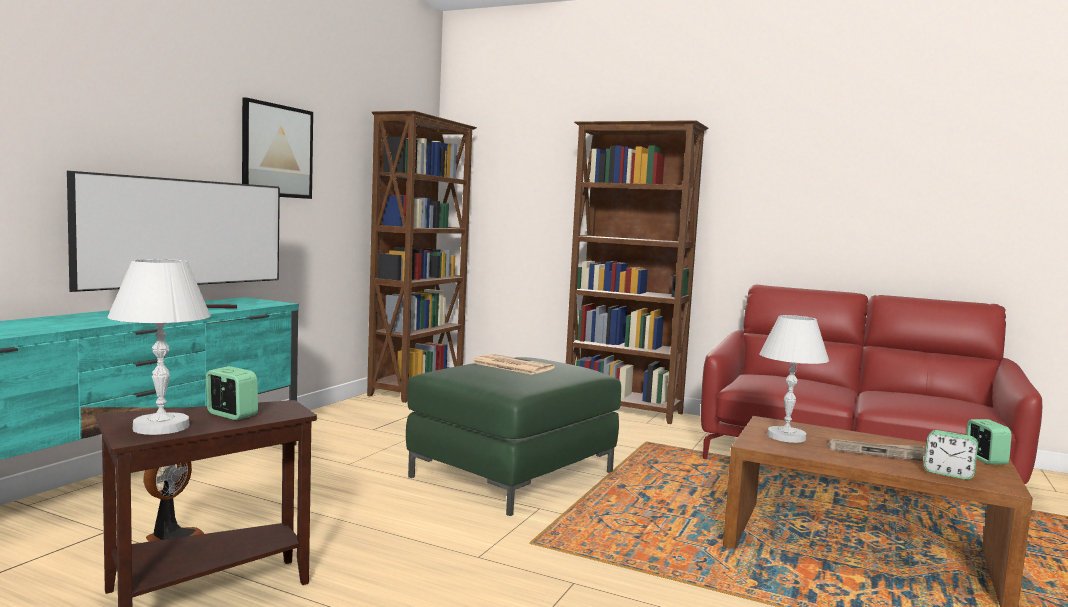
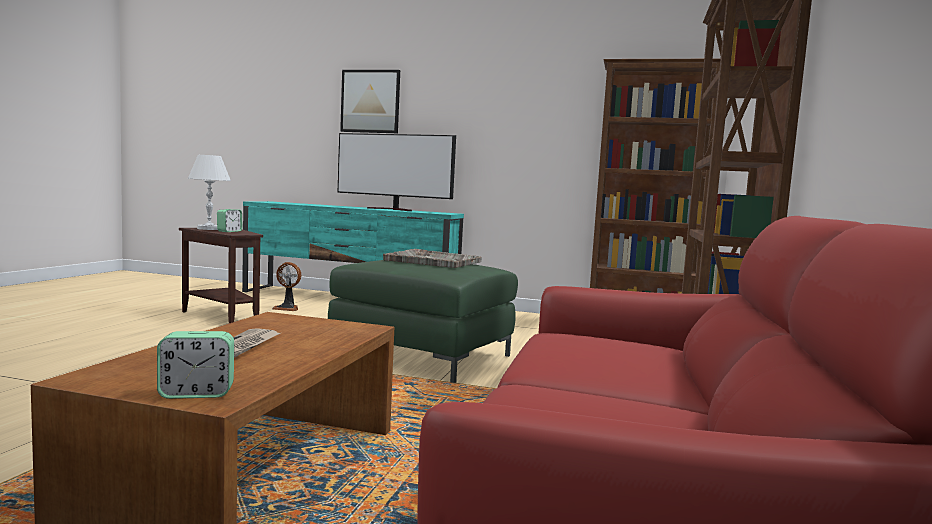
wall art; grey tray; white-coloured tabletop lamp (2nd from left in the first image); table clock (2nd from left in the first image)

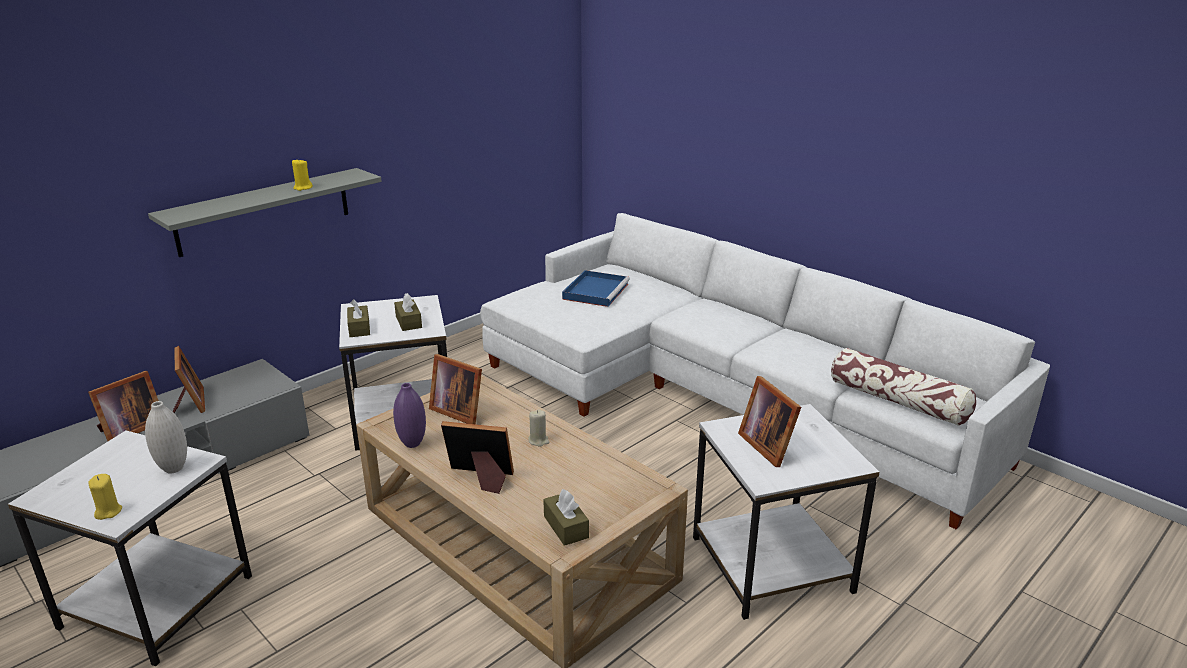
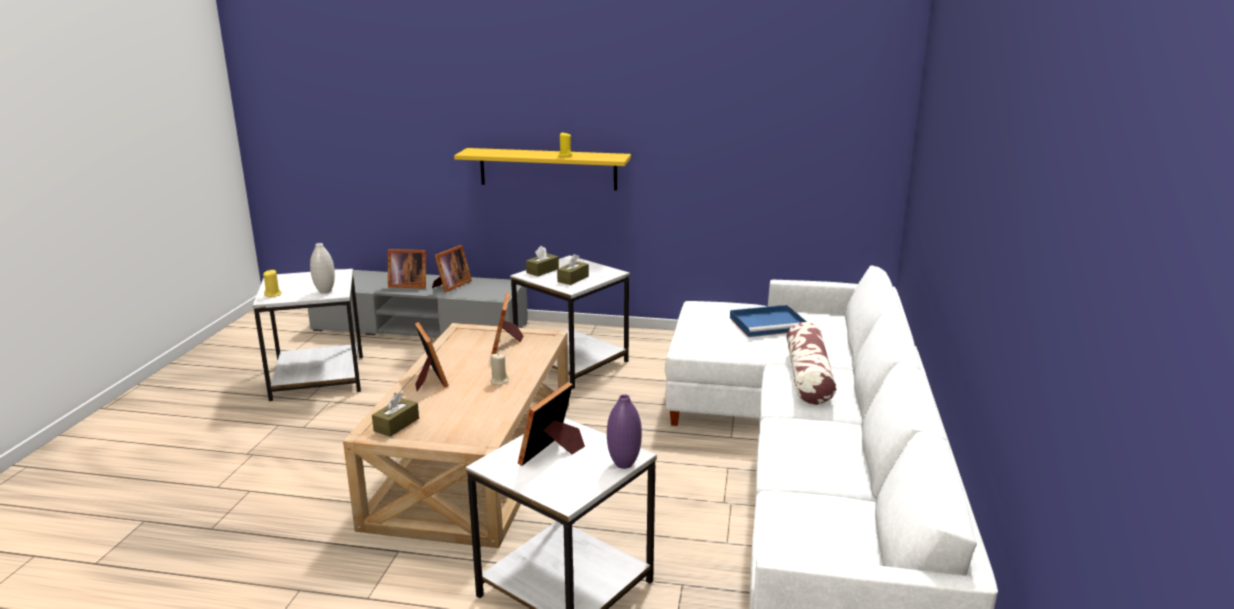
yellow-coloured shelf; purple flower vase; pillow

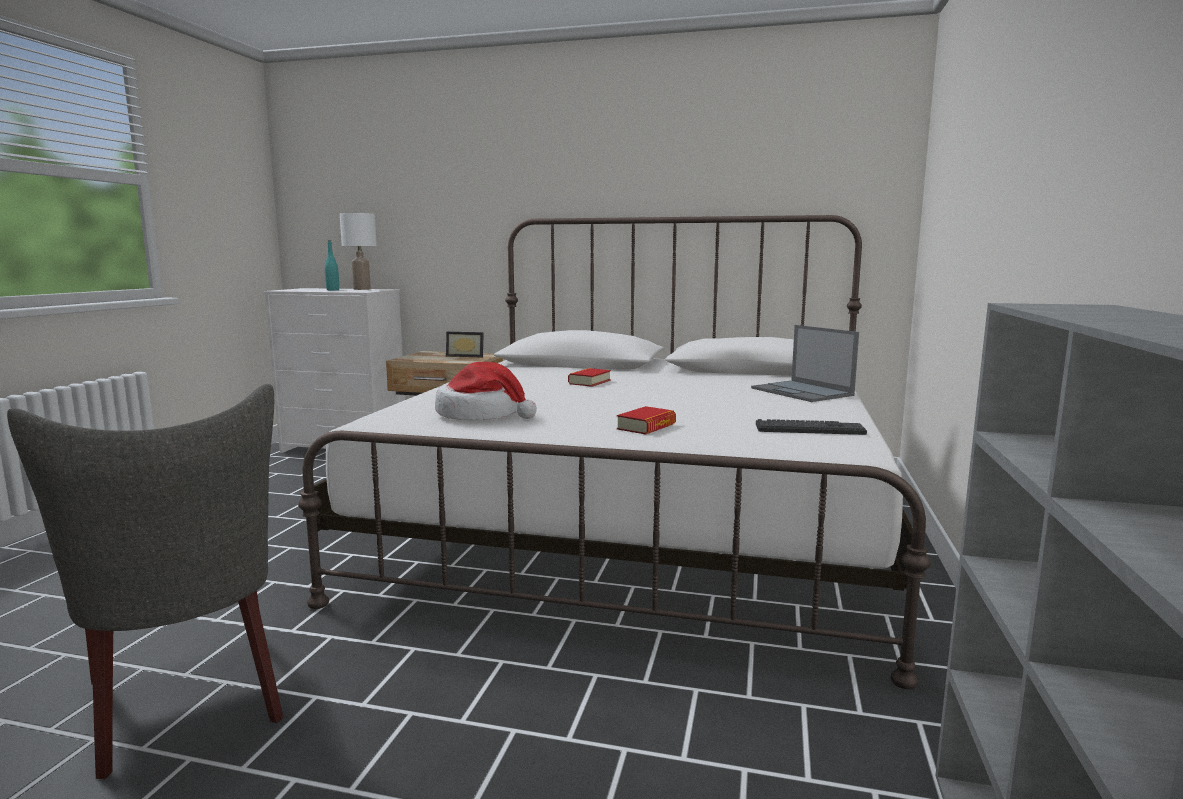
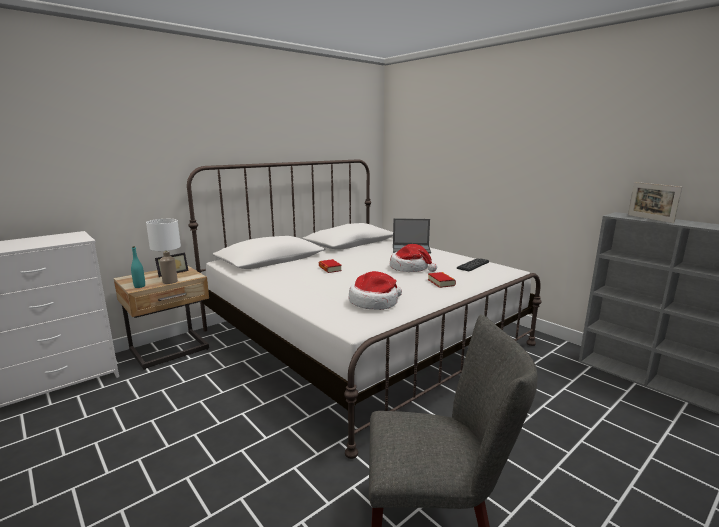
blue-green bottle; white-coloured tabletop lamp; hat (2nd from left); photo frame (2nd from left)

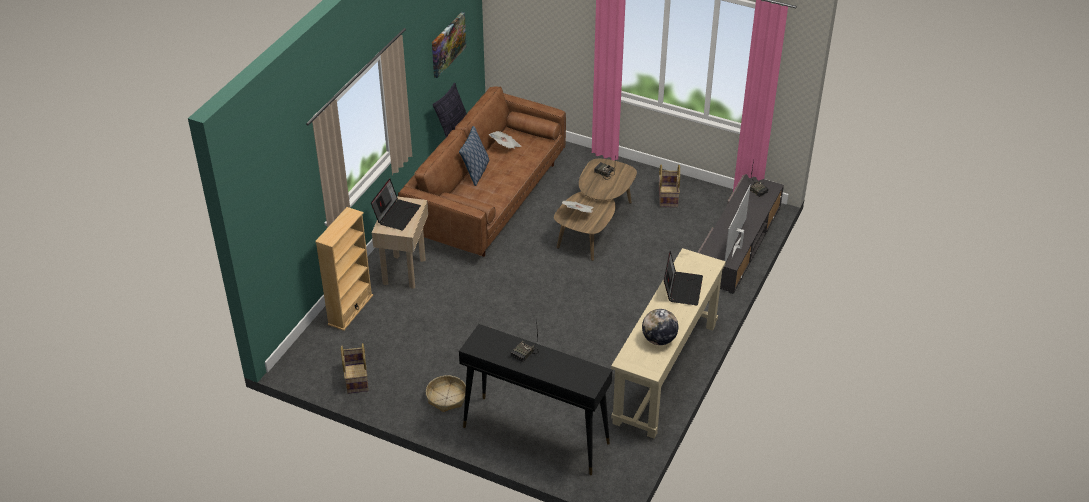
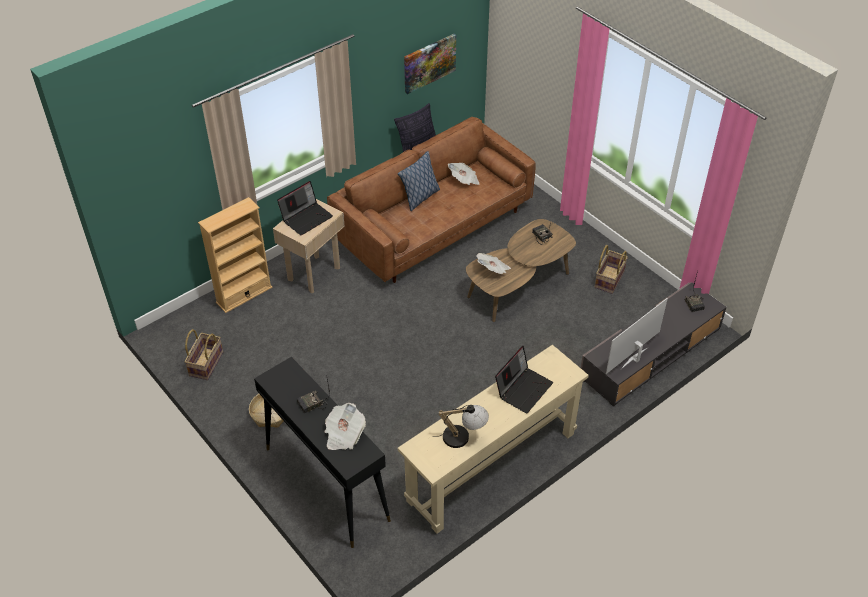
daily paper (1st from left); tabletop lamp

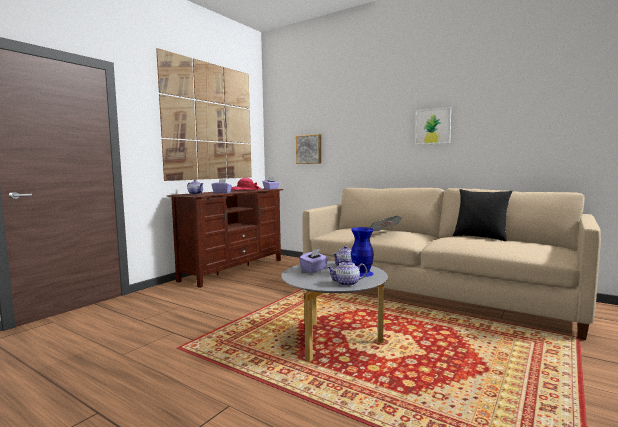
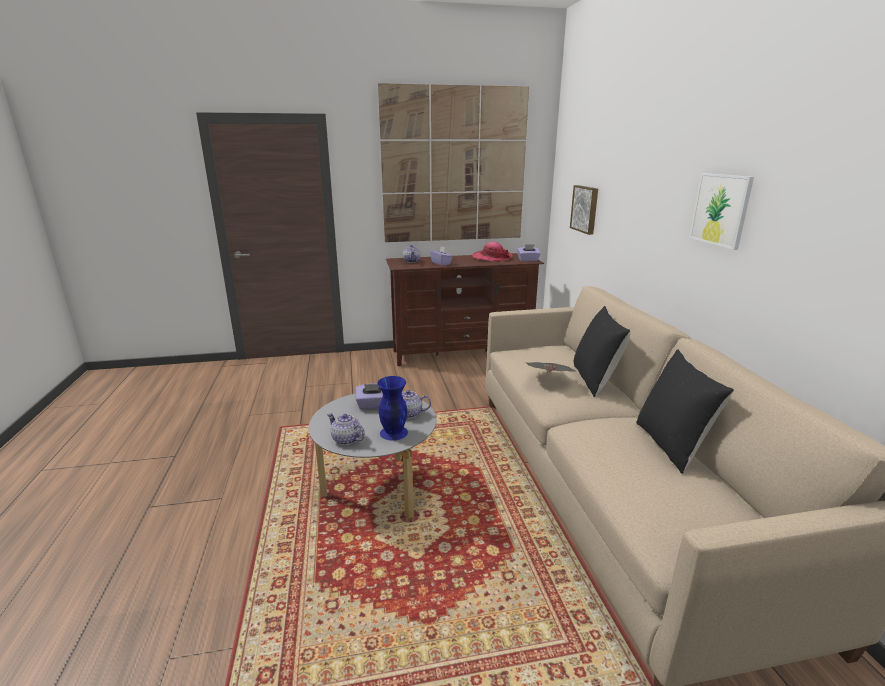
blackish pillow (1st from left)

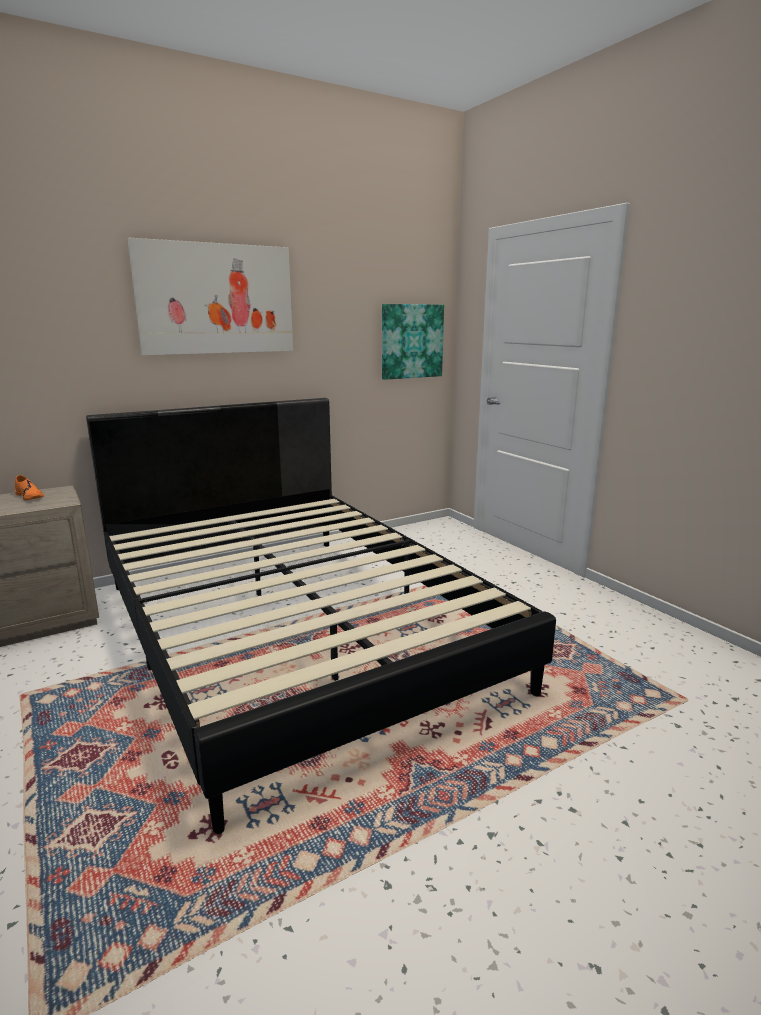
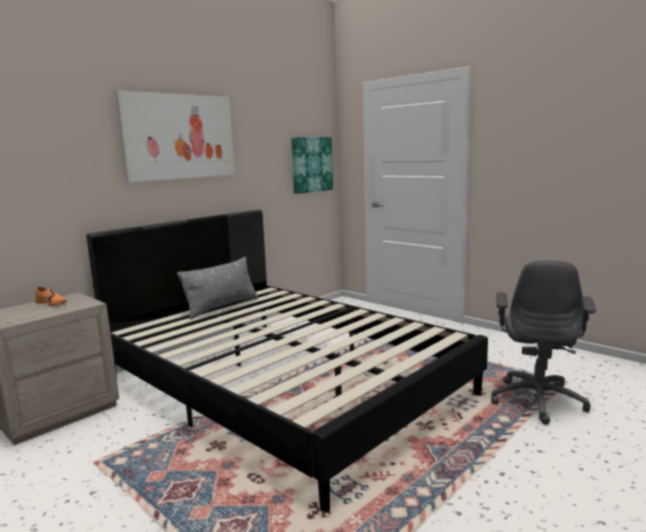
grey pillow; grey office chair

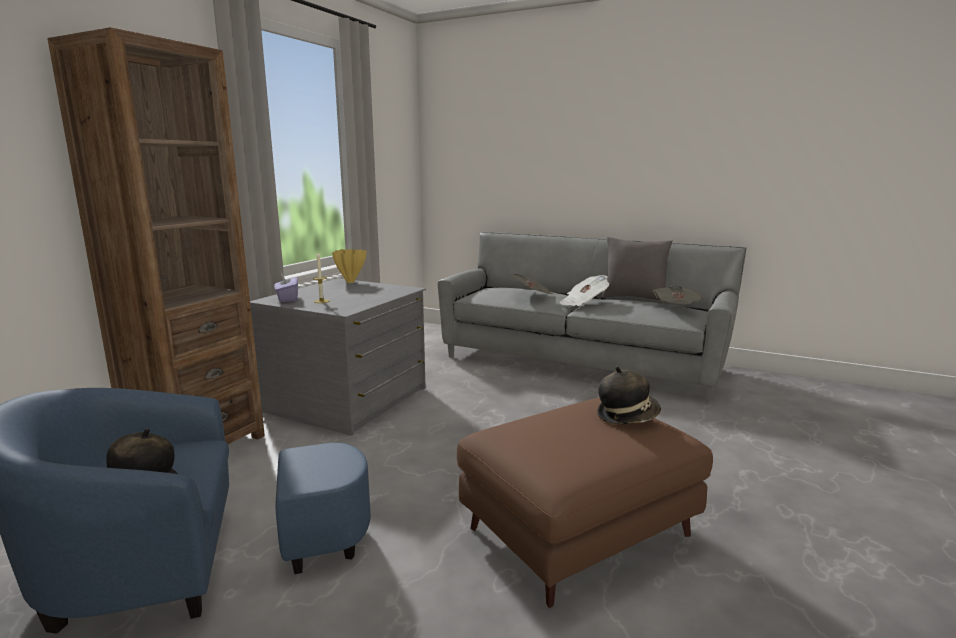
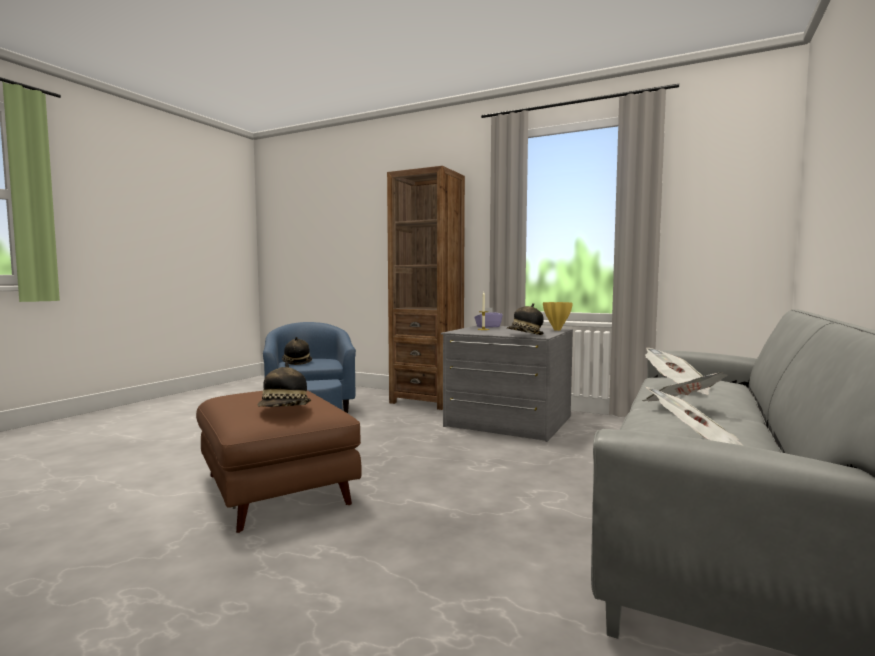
hat (3rd from left); grey pillow

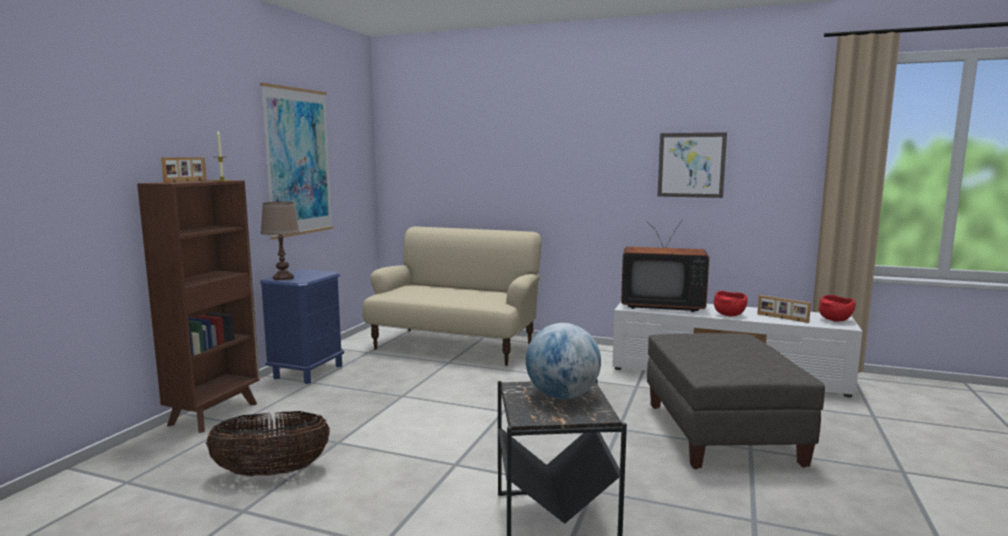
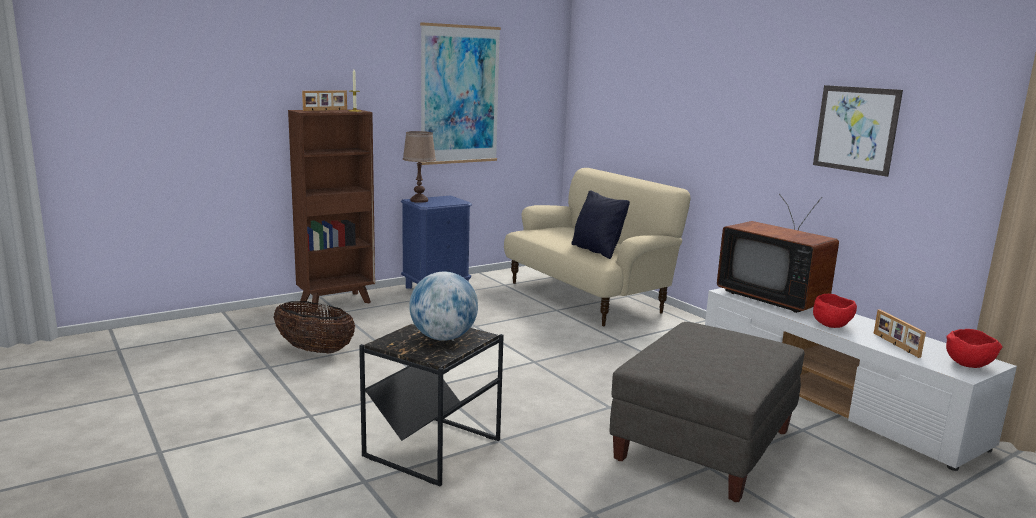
blackish pillow

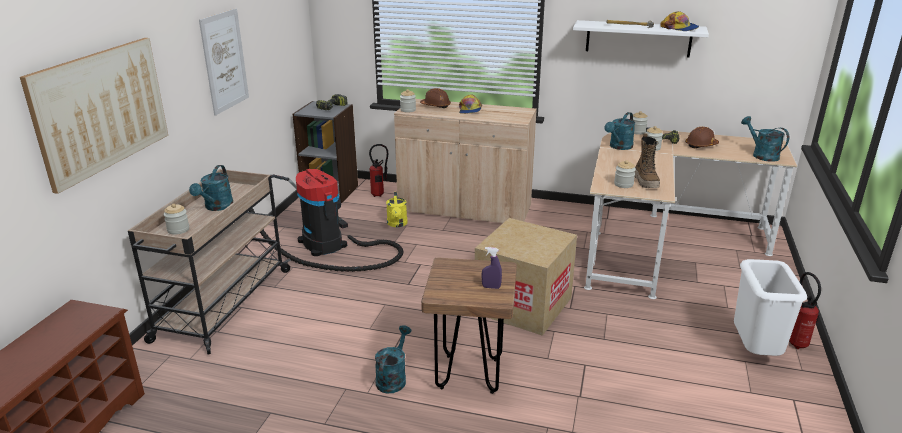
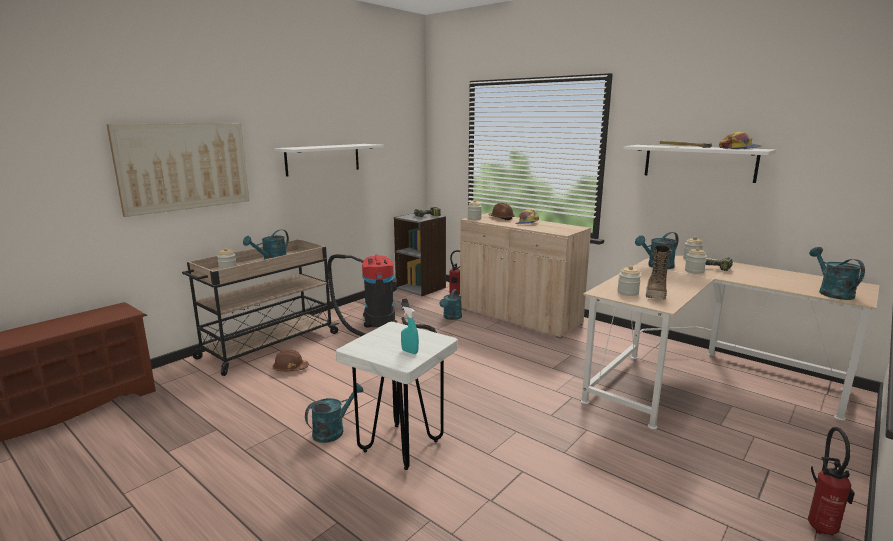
brownish work helmet (1st from left); white-coloured shelf (1st from left); white-coloured stool seat; blue-green hand sprayer; blue-green sprinkling can (3rd from left); cardboard box; white-coloured trash can

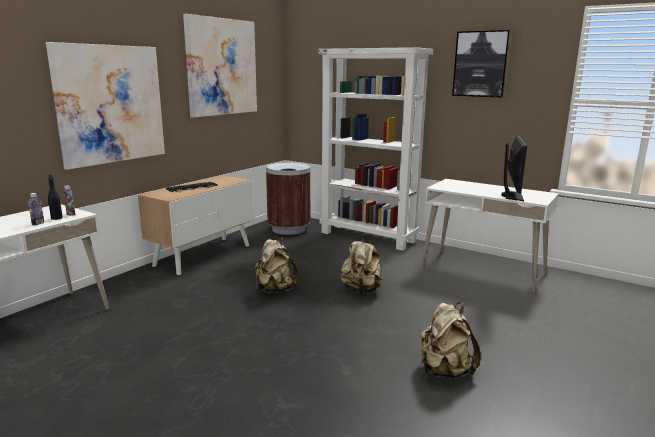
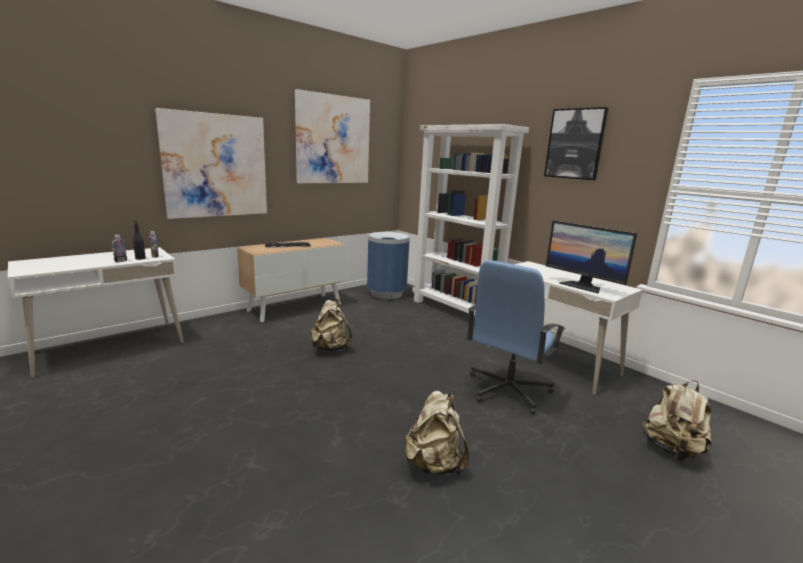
bluish trash can; bluish office chair; computer screen; beige-coloured knapsack (3rd from left)

